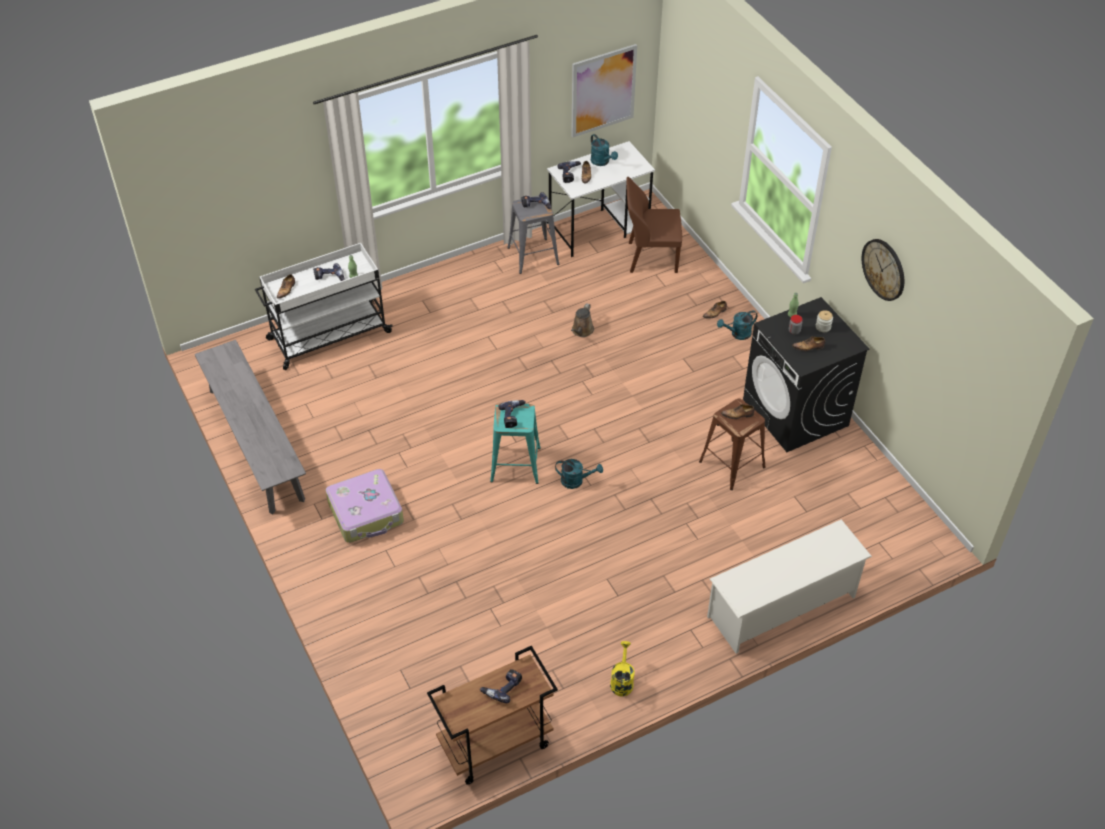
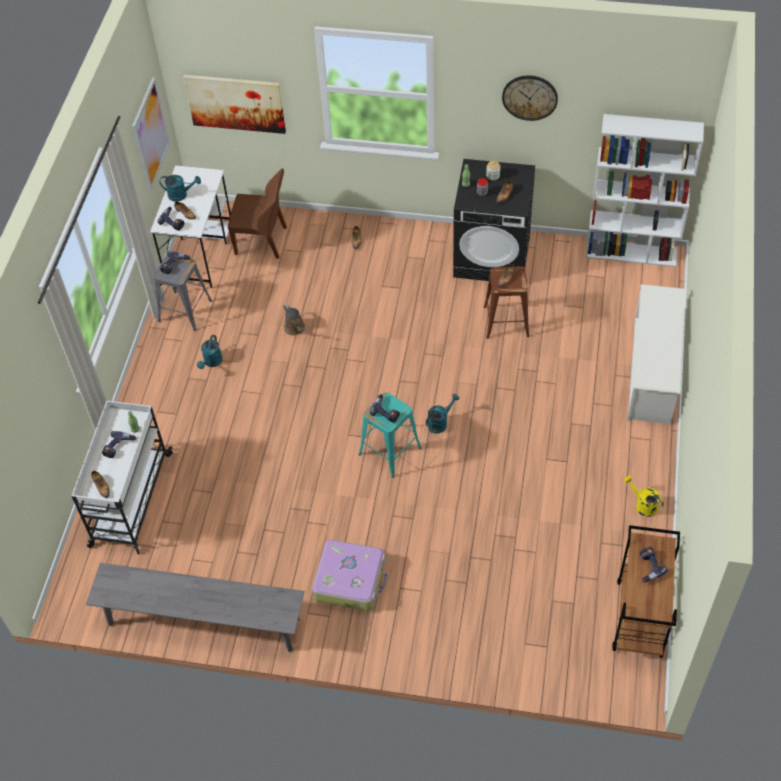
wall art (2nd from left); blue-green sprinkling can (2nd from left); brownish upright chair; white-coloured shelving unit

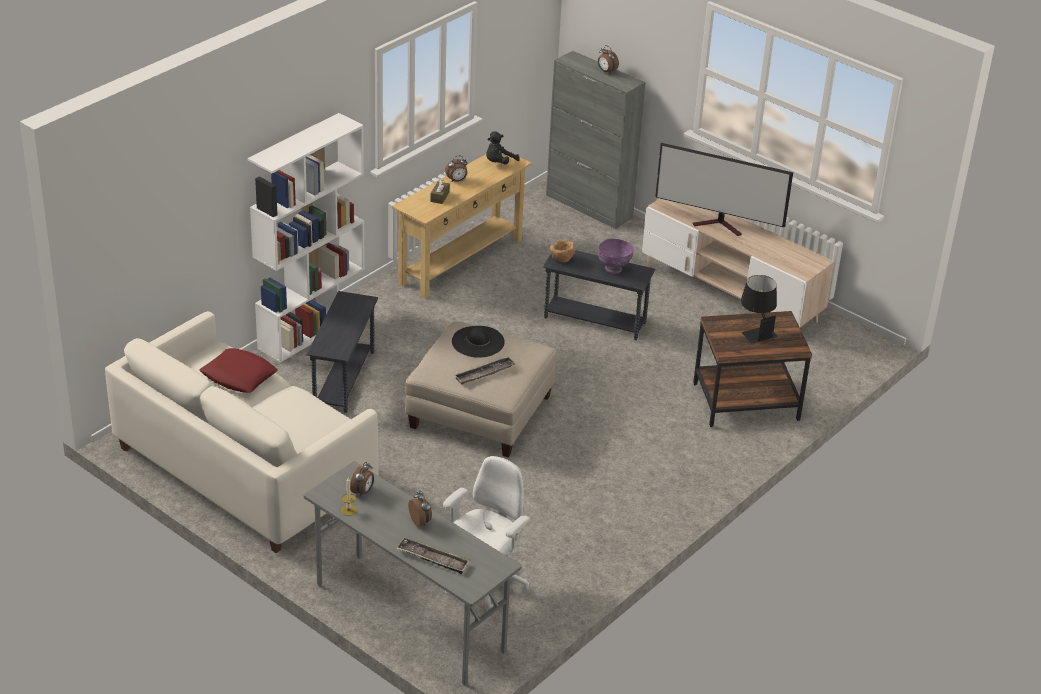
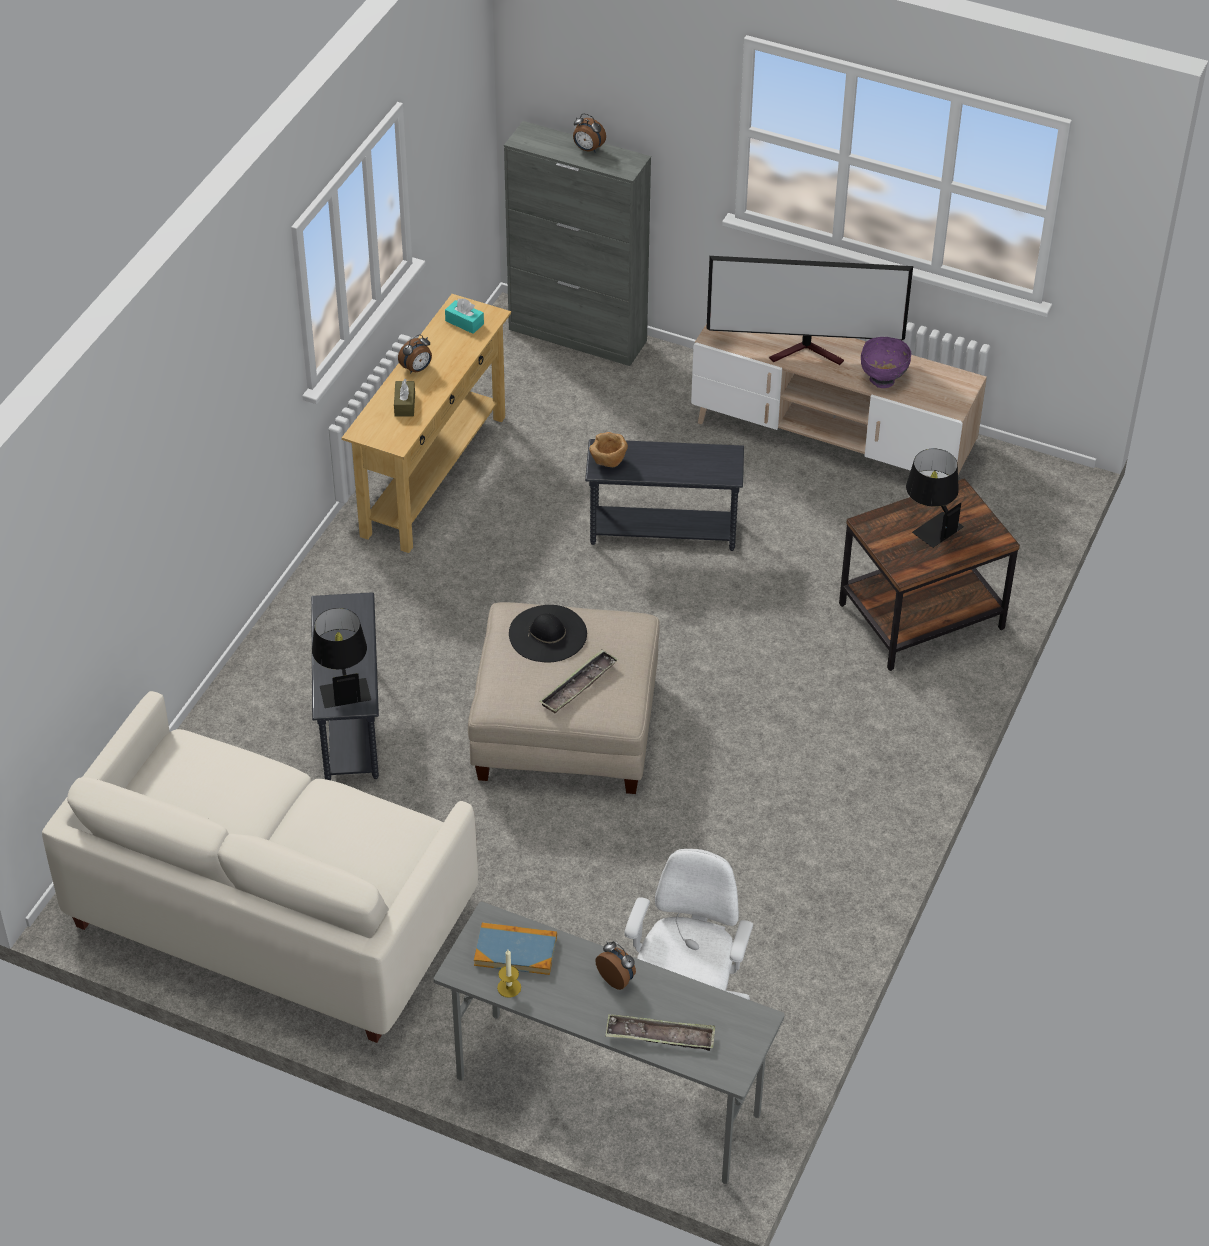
blackish tabletop lamp (1st from left); blue-green box of tissues; bound book; purple bowl; red pillow; white-coloured shelving unit

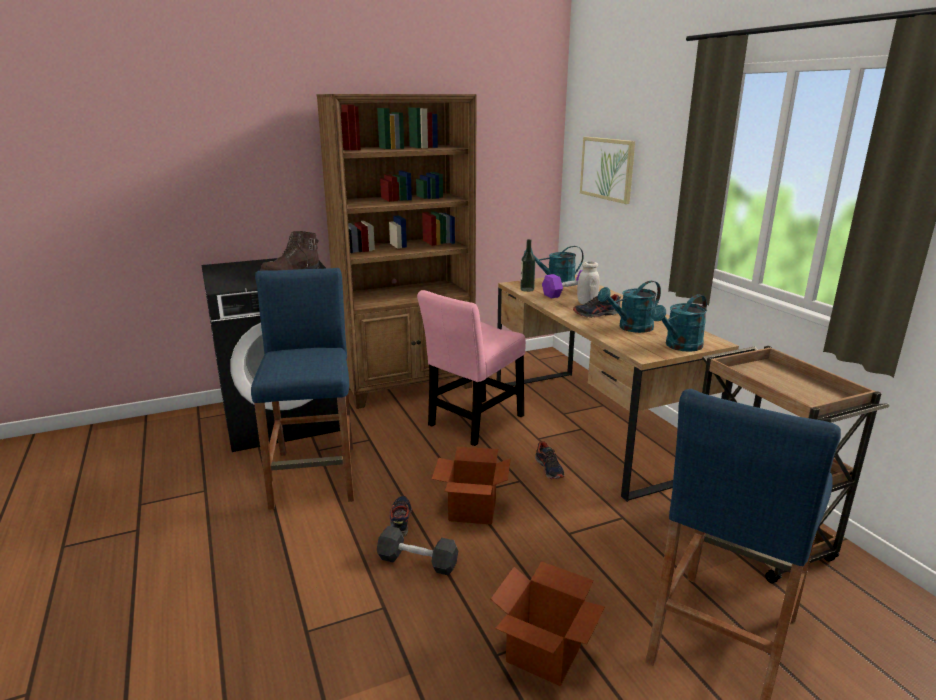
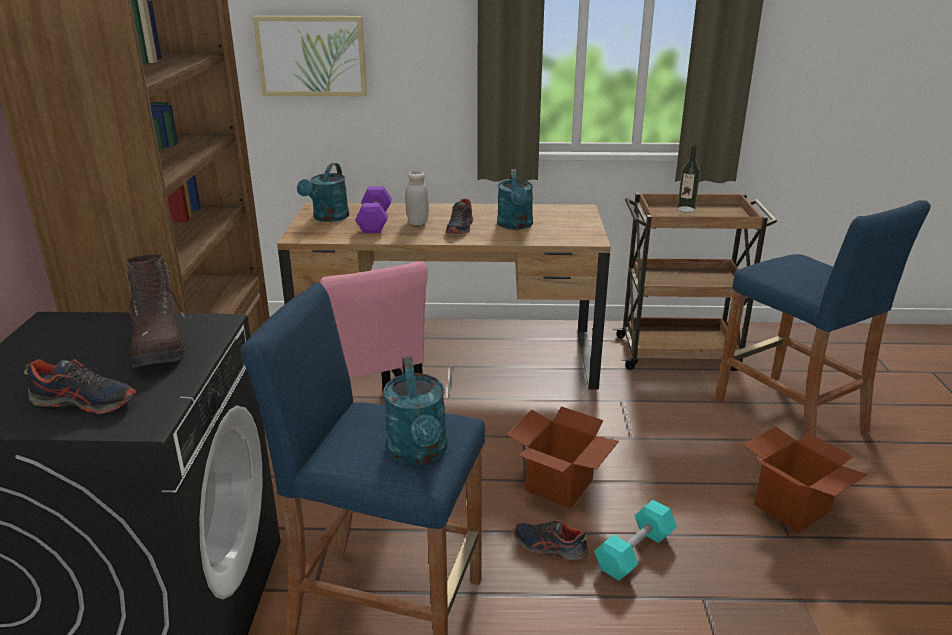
low shoe (1st from left); blue-green sprinkling can (2nd from left); blue-green hand weight; bottle

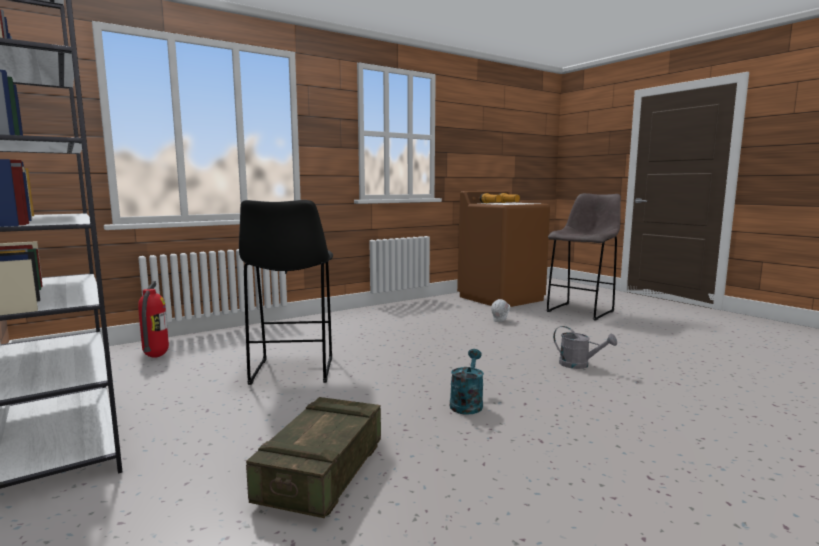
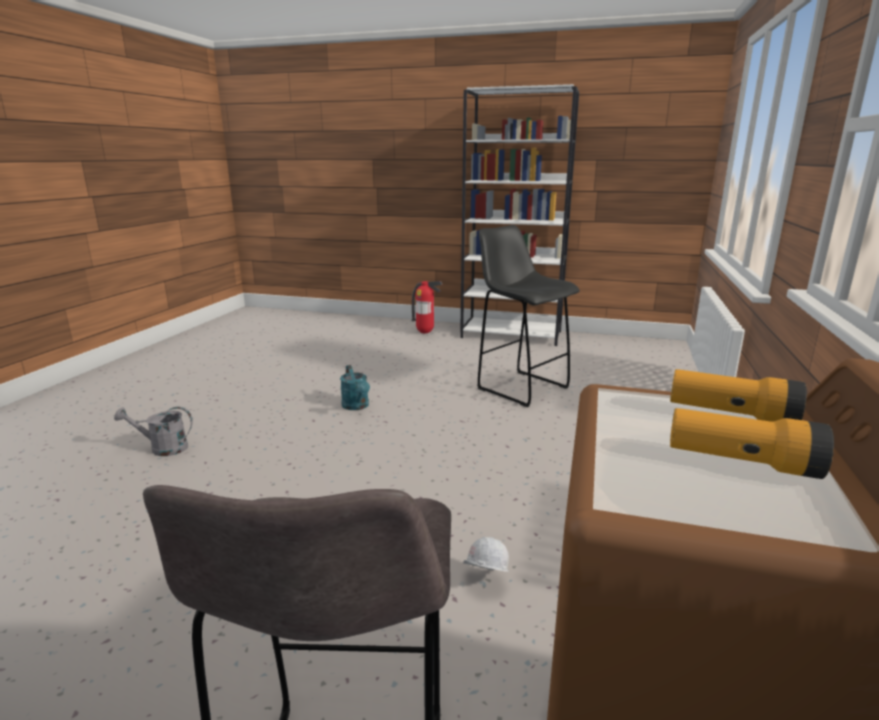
grey sprinkling can; extinguisher; packing crate

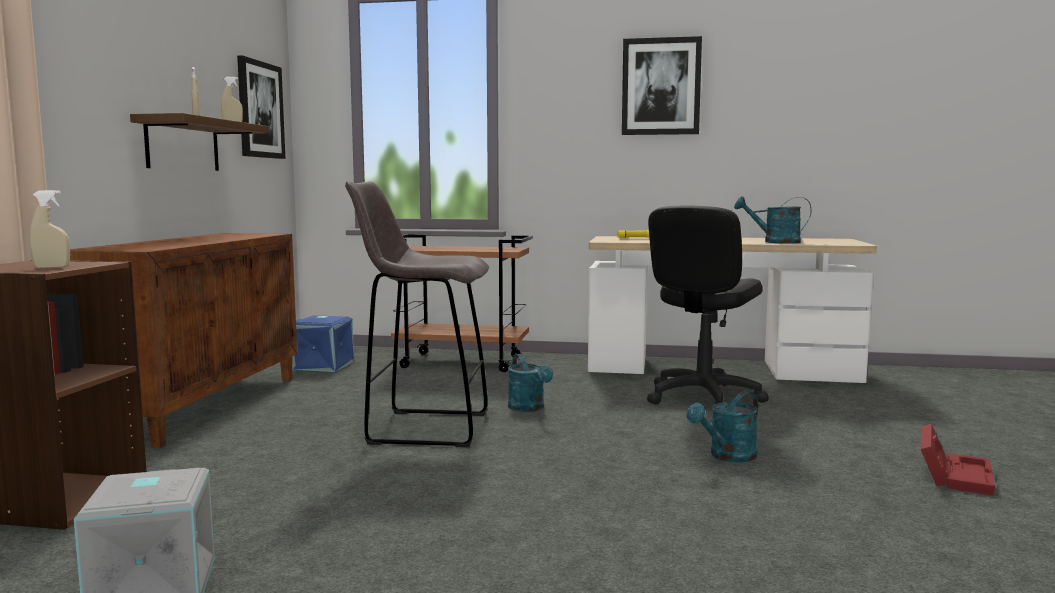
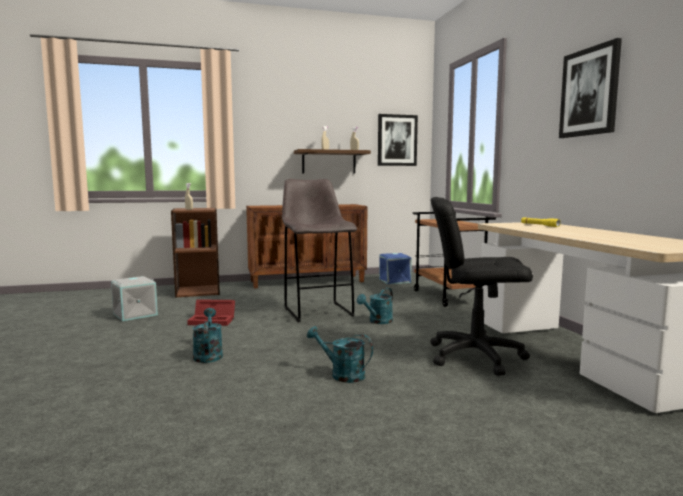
red storage container; blue-green sprinkling can (1st from left)

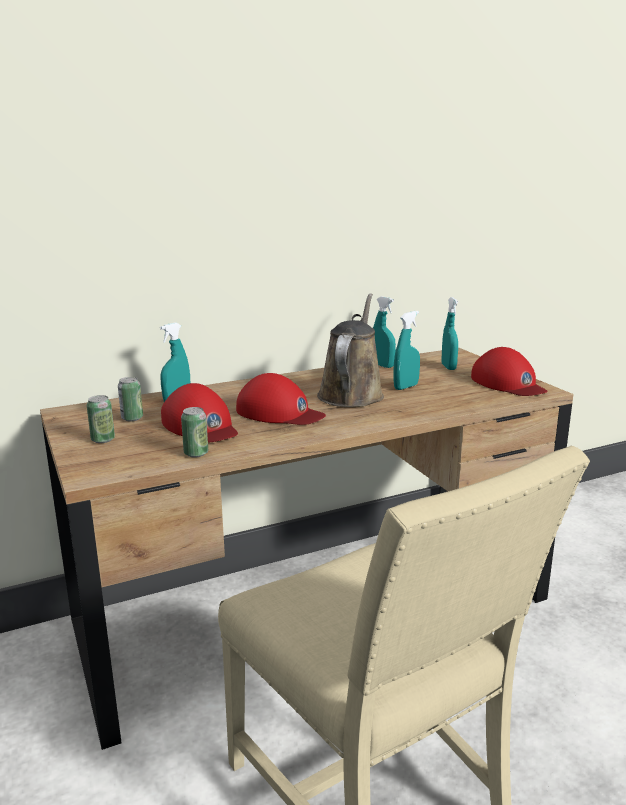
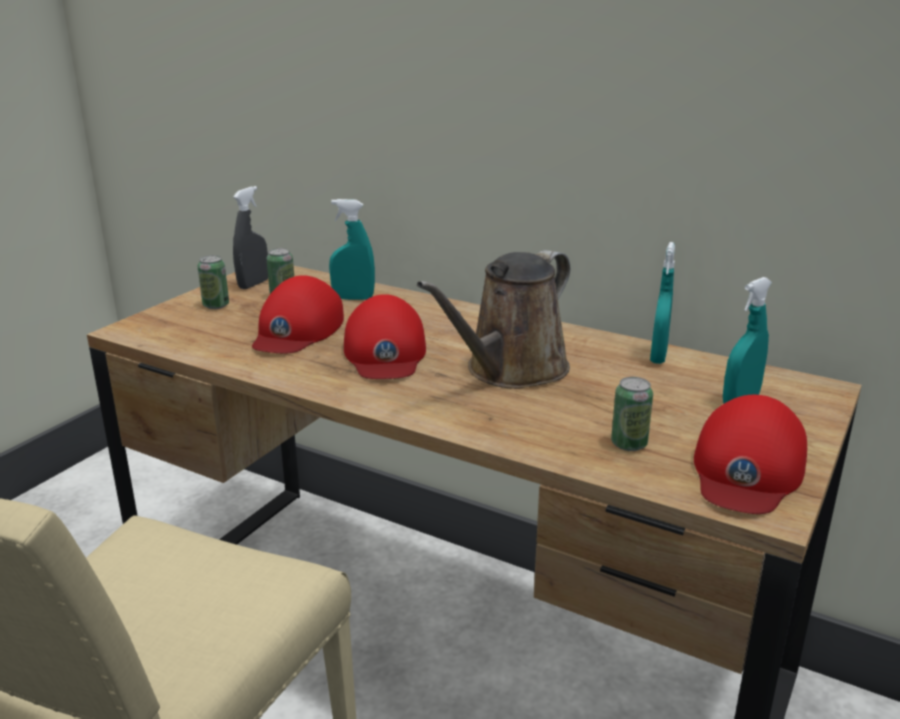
grey hand sprayer; brownish sprinkling can; metal can (3rd from left); blue-green hand sprayer (3rd from left in the first image)

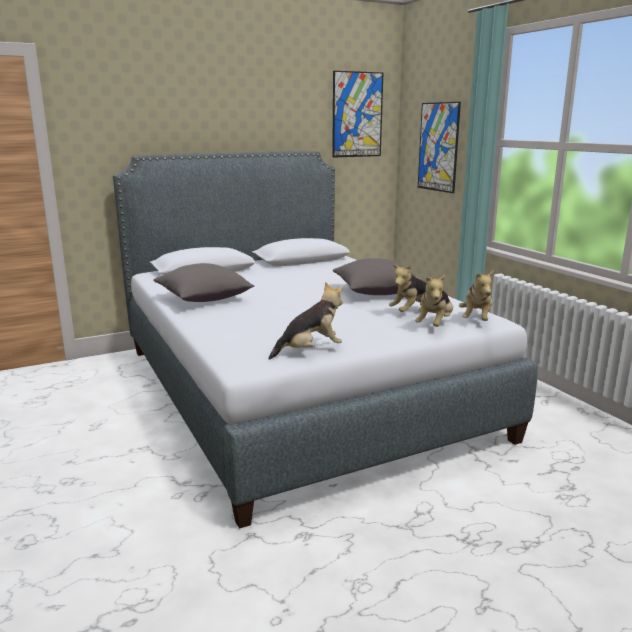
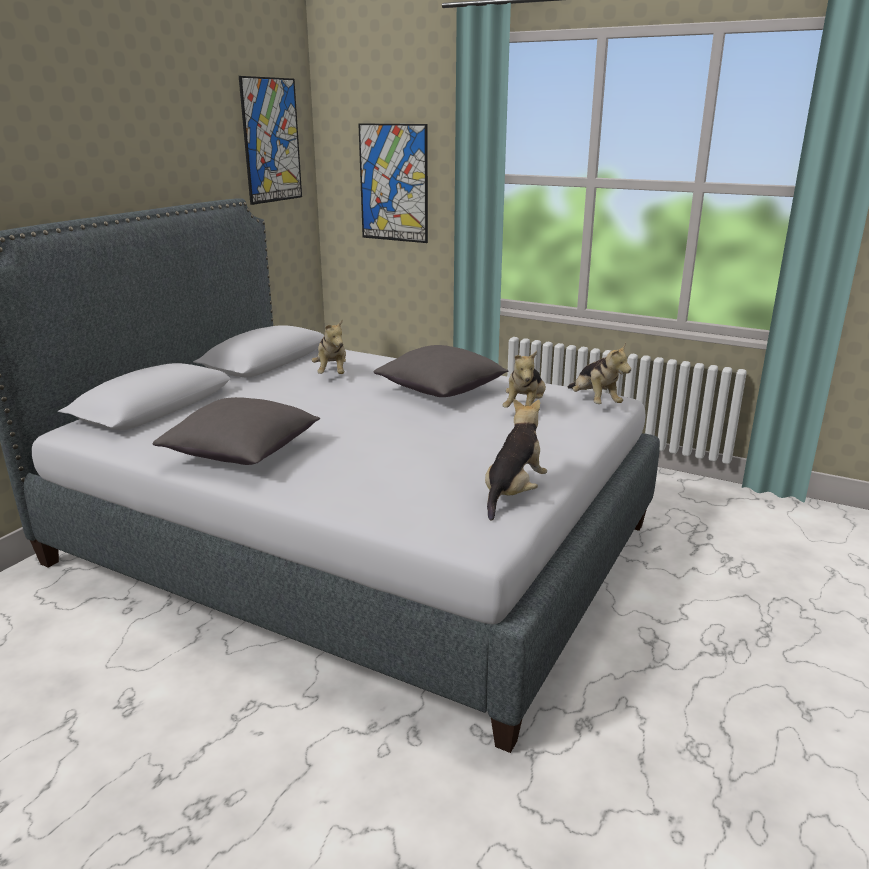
plush toy (1st from left)

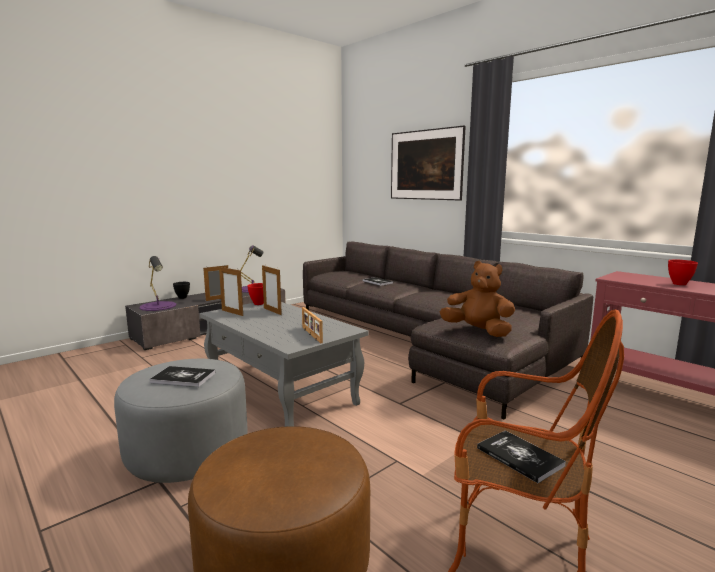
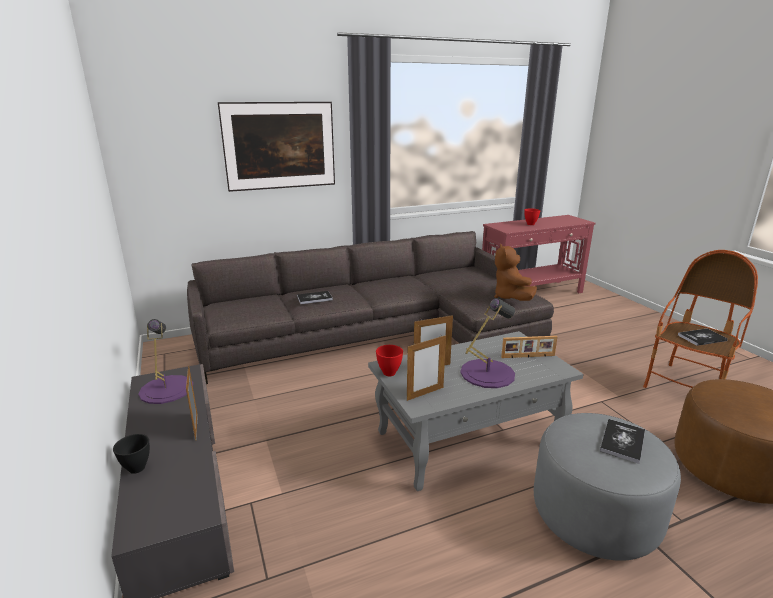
purple tabletop lamp (2nd from left); brownish plush toy

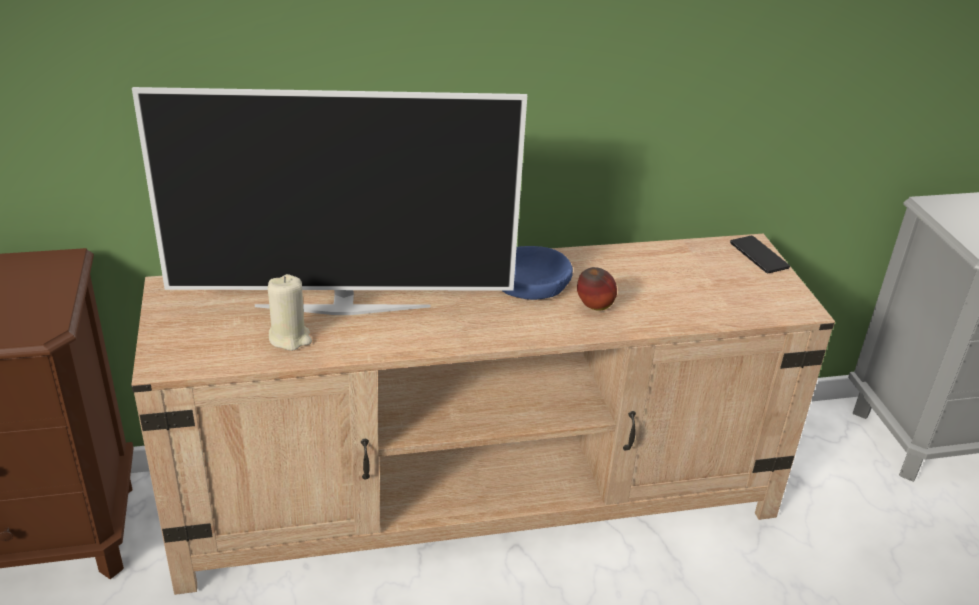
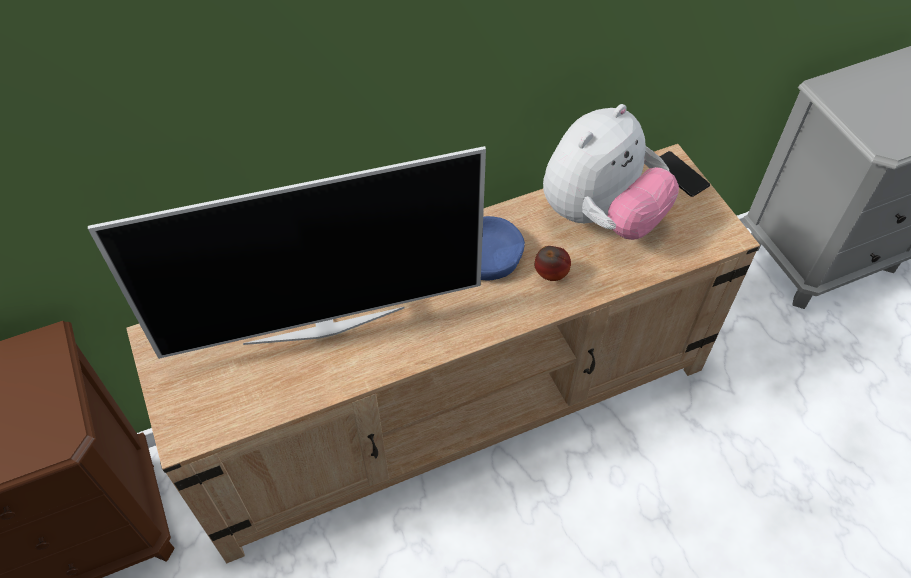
plush toy; beige-coloured candle

